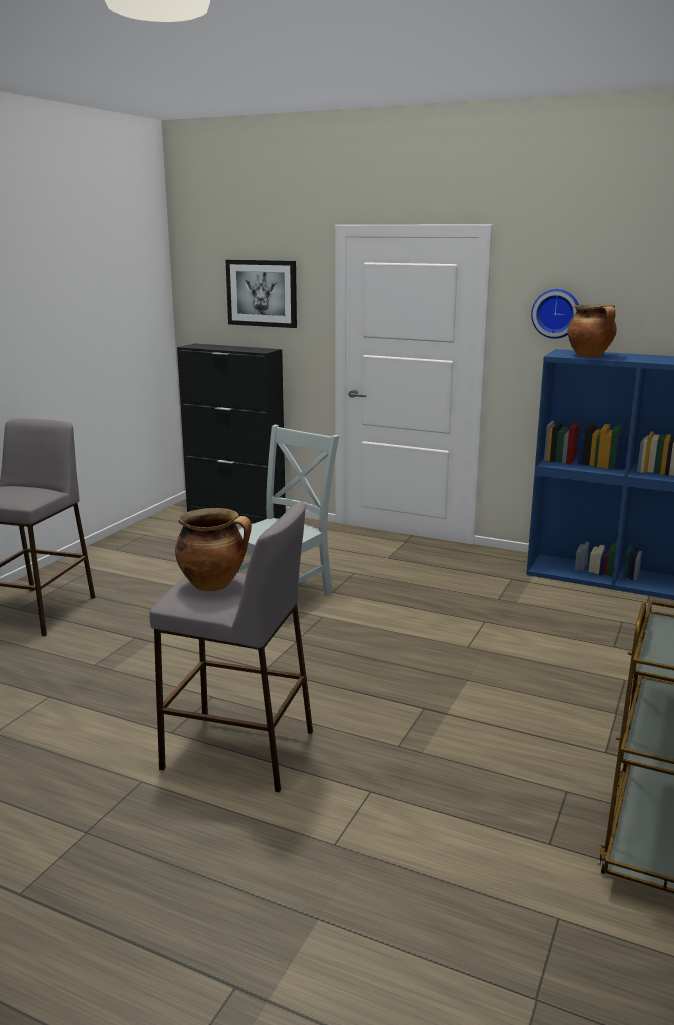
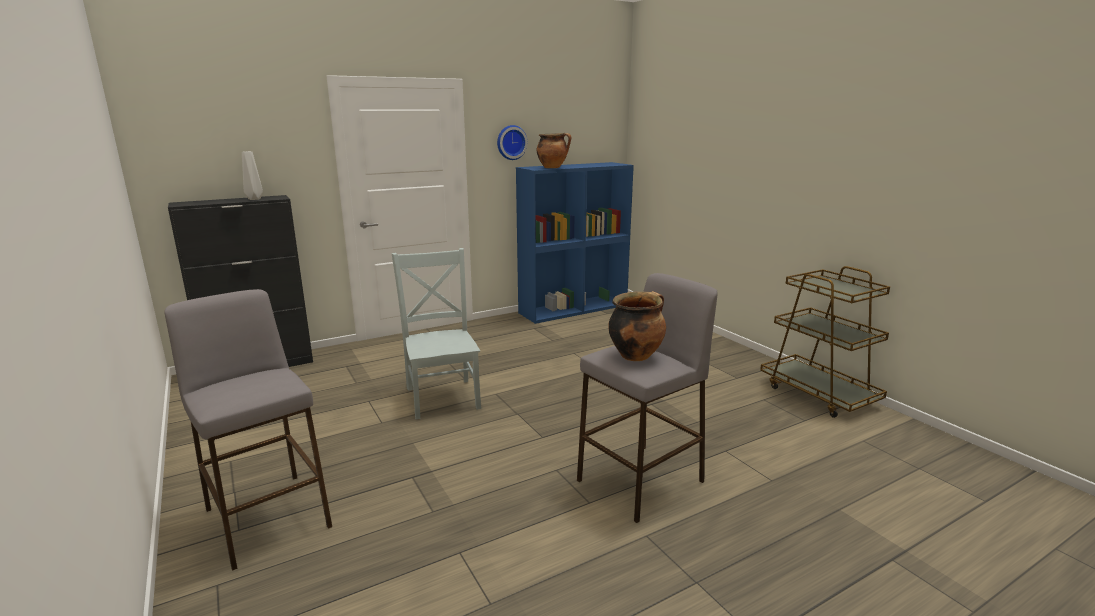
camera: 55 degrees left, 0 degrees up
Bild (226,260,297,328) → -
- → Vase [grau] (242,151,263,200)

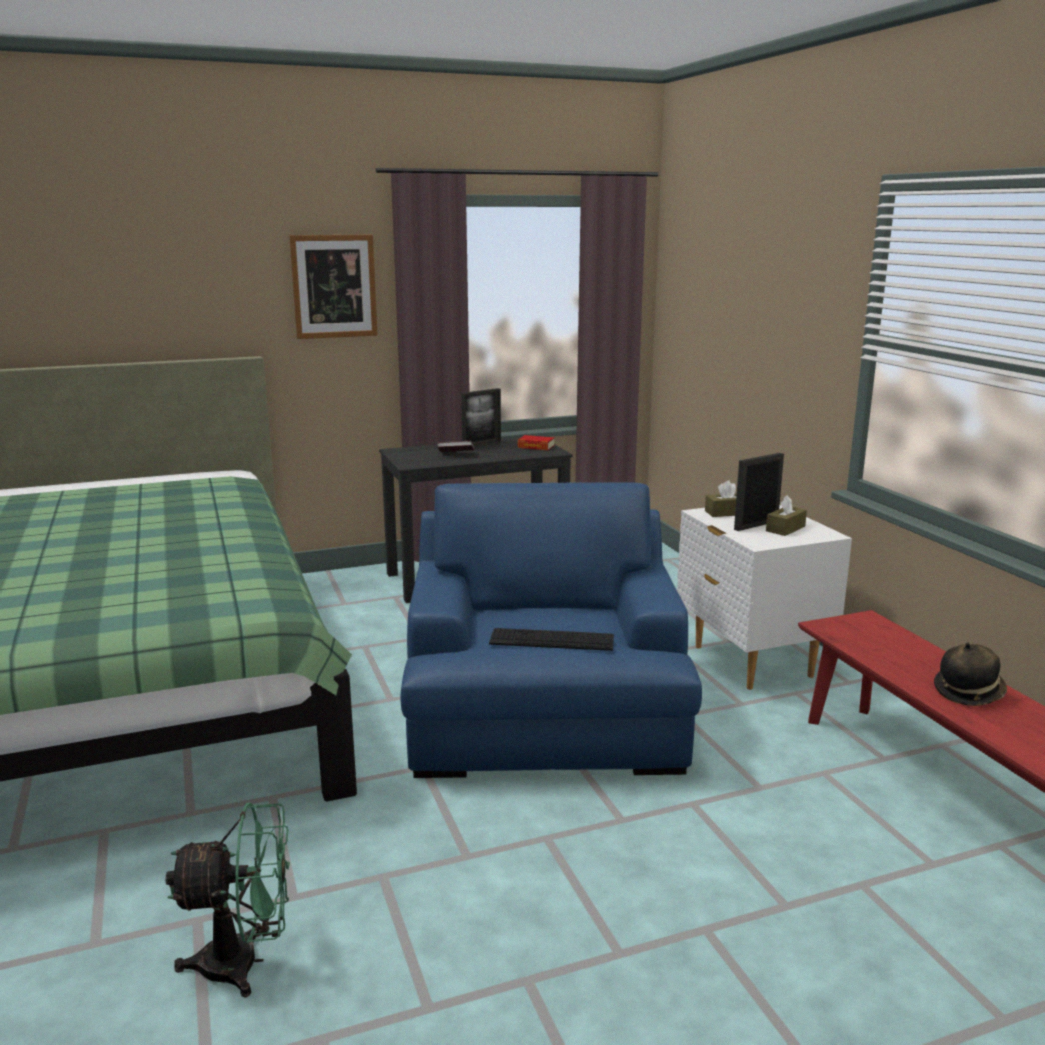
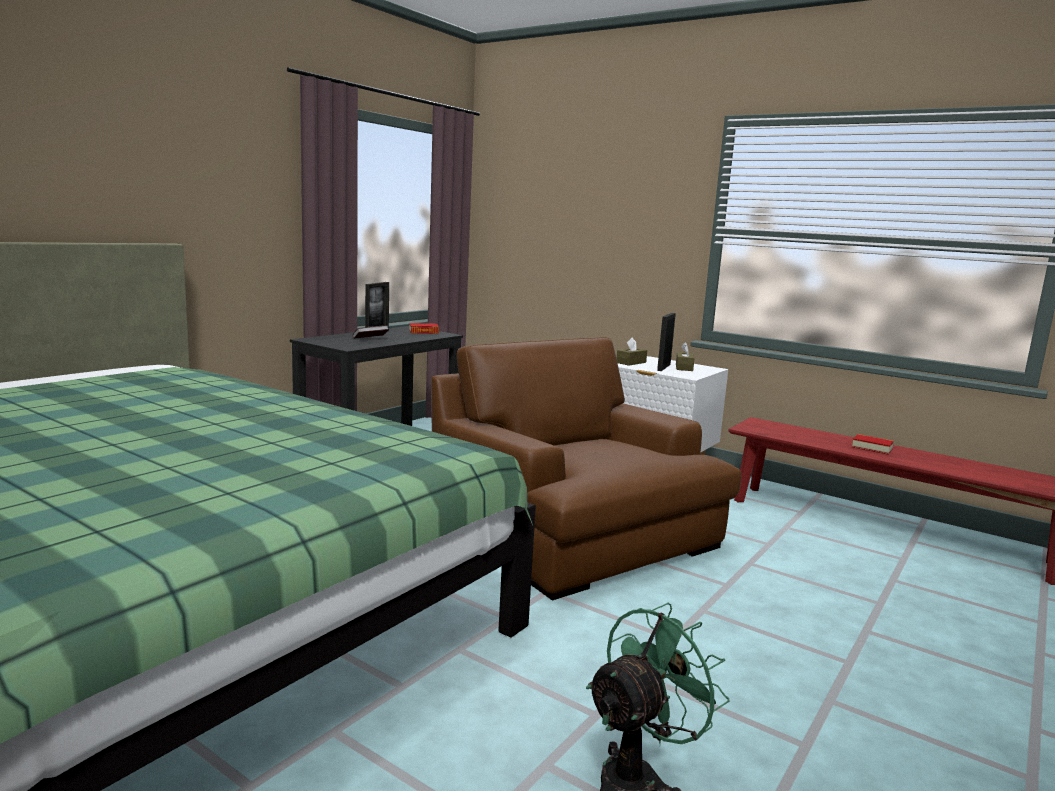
camera: 35 degrees left, 5 degrees down
Bild (289,235,378,339) → -
Sessel [blau] (401,483,702,778) → Sessel [braun] (431,337,741,601)
Tastatur (489,628,614,651) → -
Hut (934,642,1007,706) → Buch (852,434,894,455)

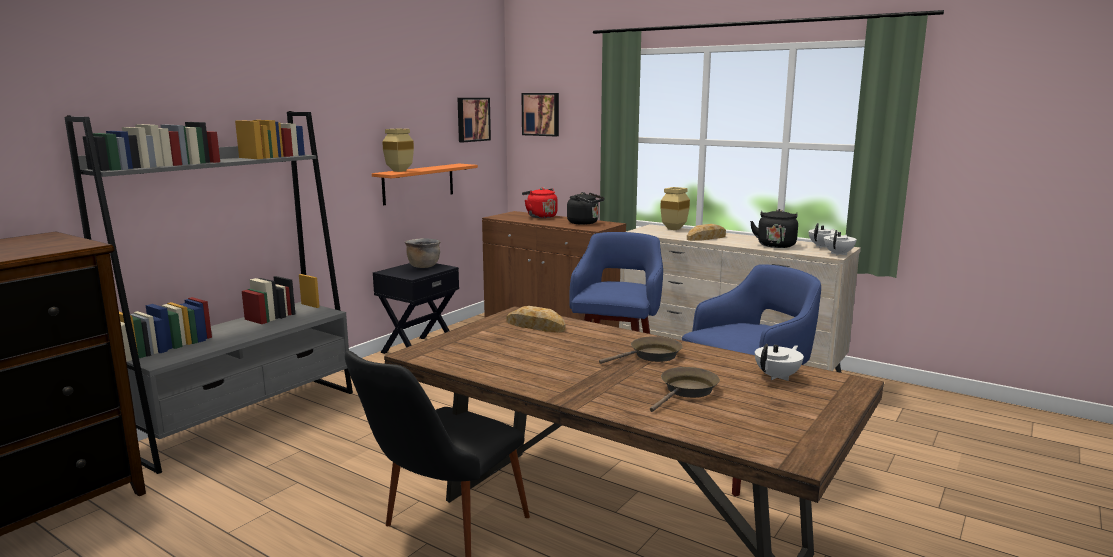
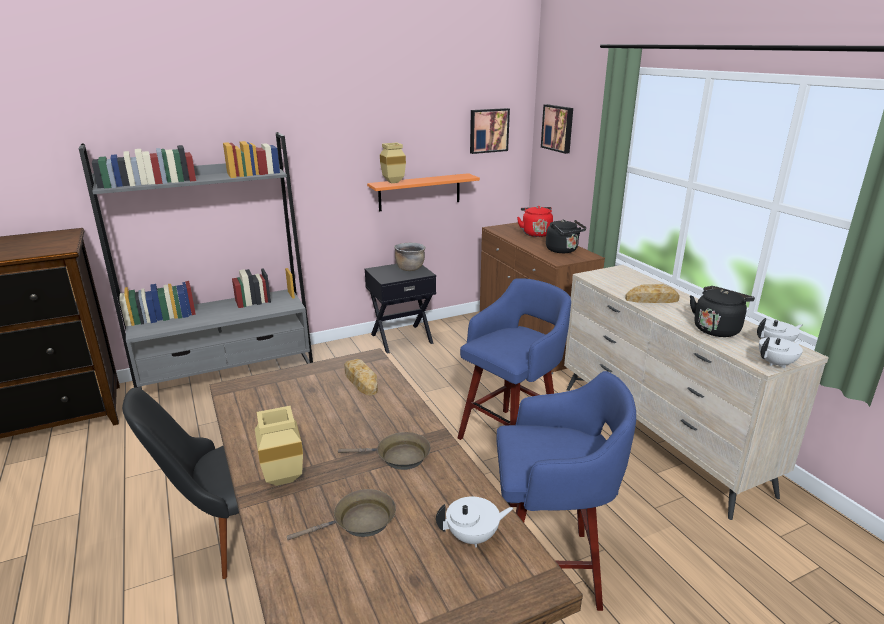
camera: 30 degrees right, 10 degrees up
Vase [beige] (660,187,690,230) → Vase [beige] (255,406,303,486), shifted

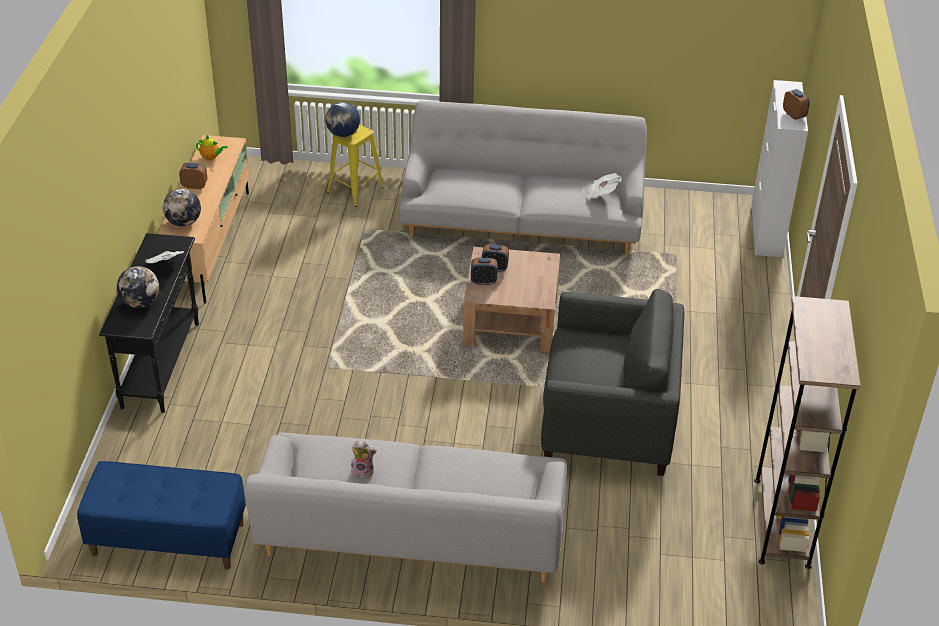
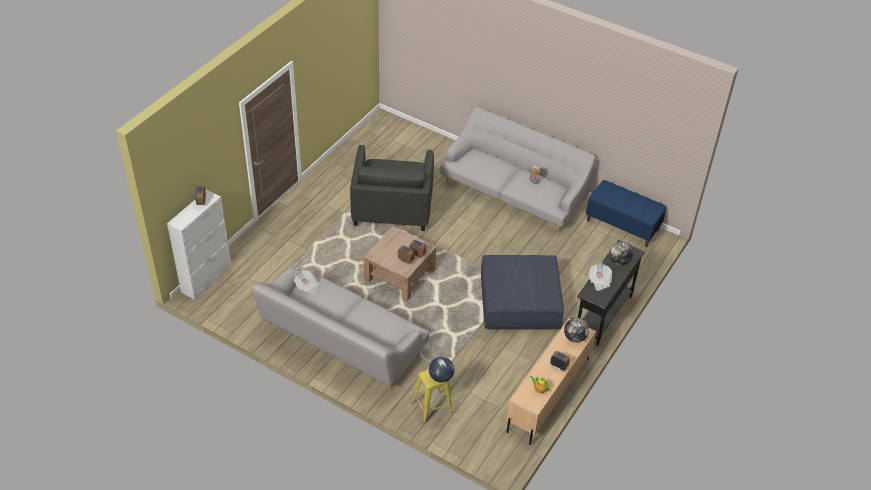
camera: 155 degrees left, 5 degrees up
Sessel [grau] (541,289,684,476) → Sessel [grau] (350,145,434,231), 120 degrees counterclockwise
Bücherregal [braun] (754,296,861,569) → -
- → Polsterhocker [blau] (481,255,564,329)

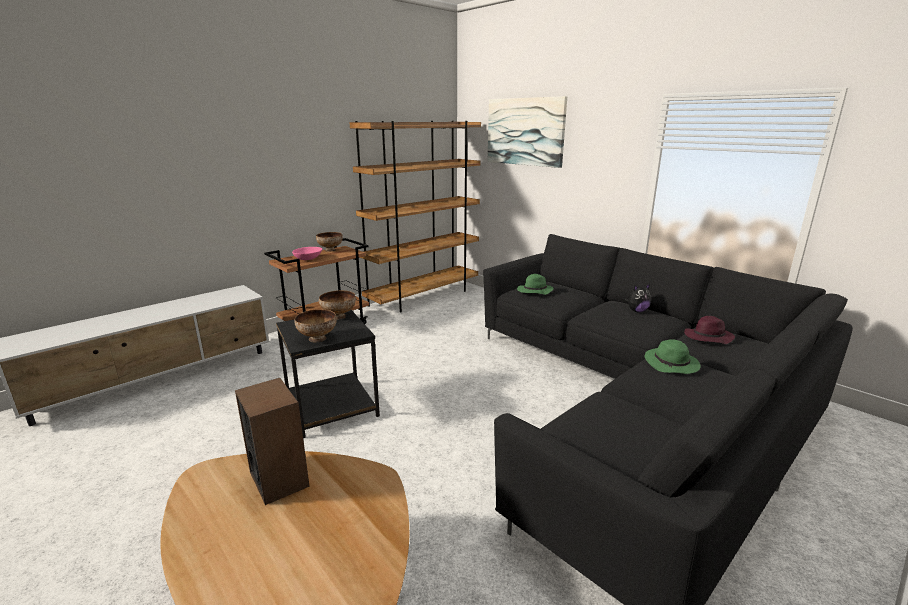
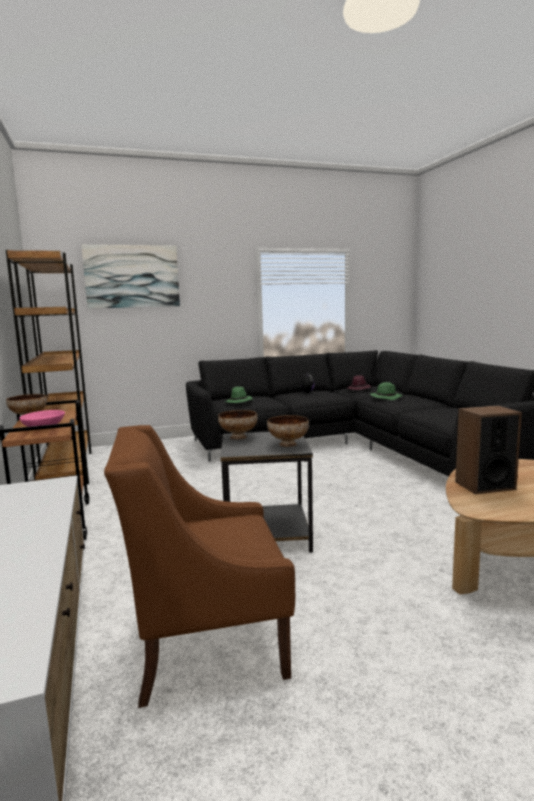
camera: 65 degrees left, 10 degrees down
- → Sessel [braun] (104,425,295,708)

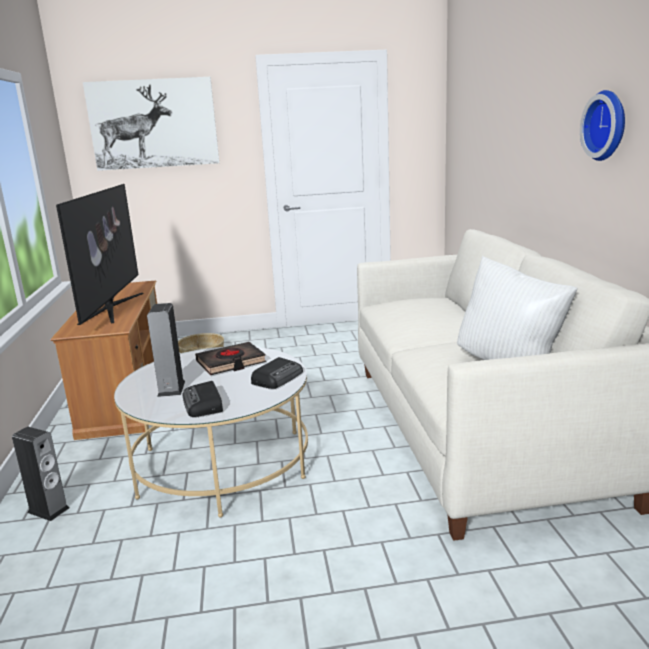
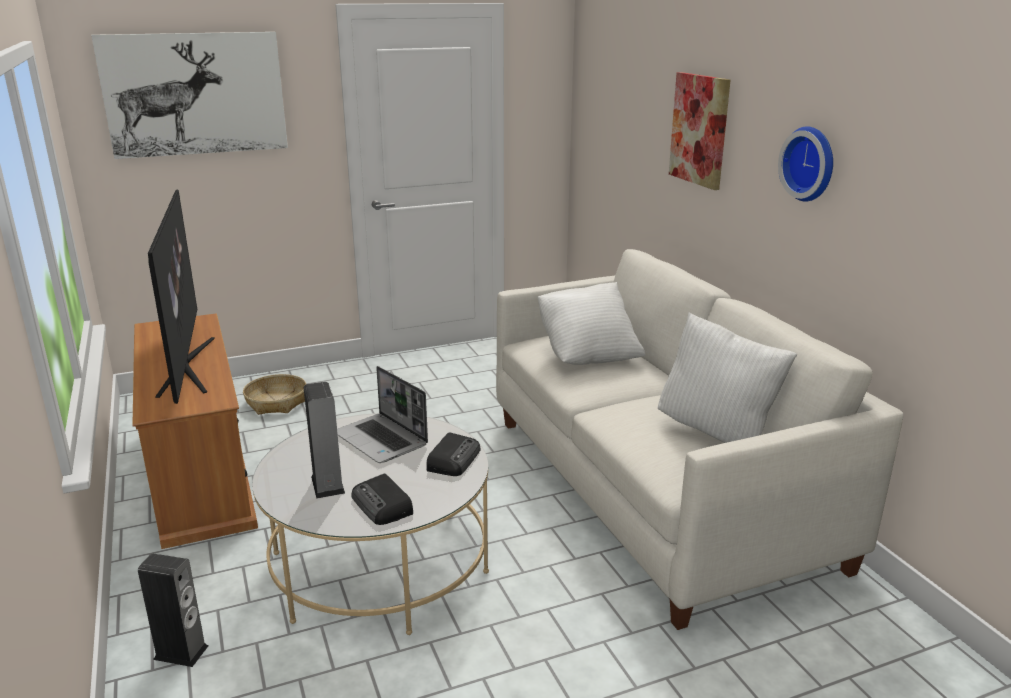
camera: 15 degrees left, 5 degrees up
Buch [schwarz] (195,342,266,375) → Laptop (337,366,428,463)
- → Bild (669,72,731,190)
- → Kissen [weiß] (537,282,645,365)

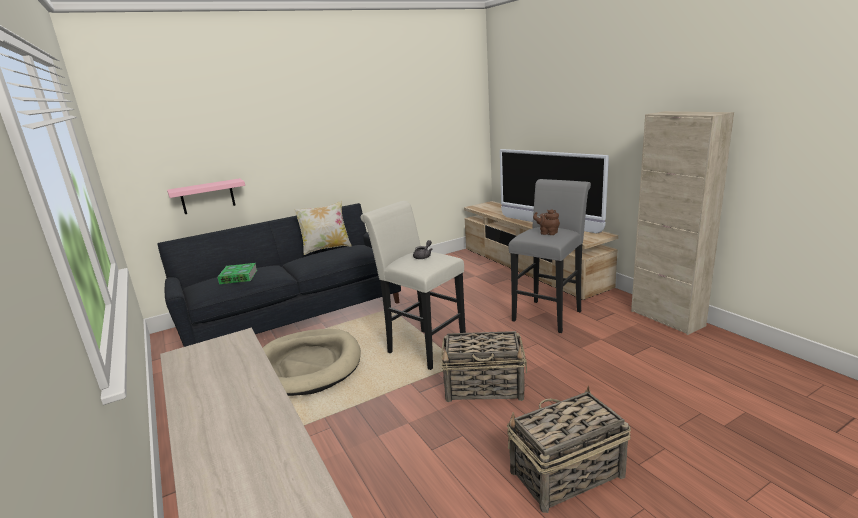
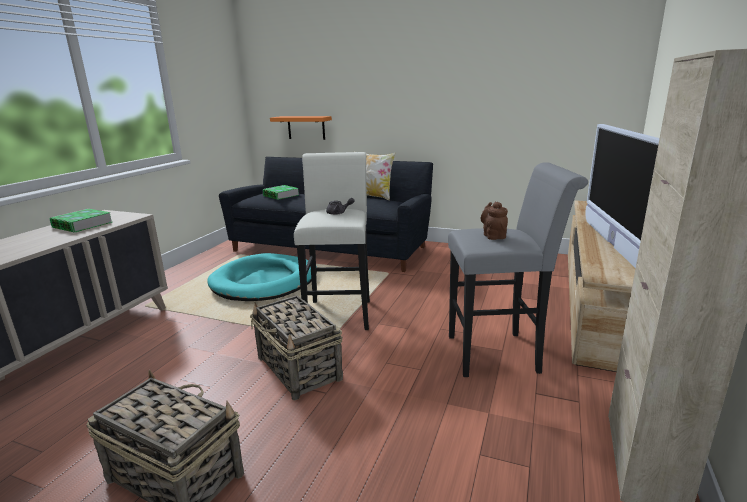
camera: 50 degrees right, 0 degrees up
Wandregal [rosa] (167,178,245,214) → Wandregal [orange] (270,116,332,140)
Hundebett [beige] (263,329,361,396) → Hundebett [türkis] (207,253,317,301)
- → Buch (49,209,112,233)

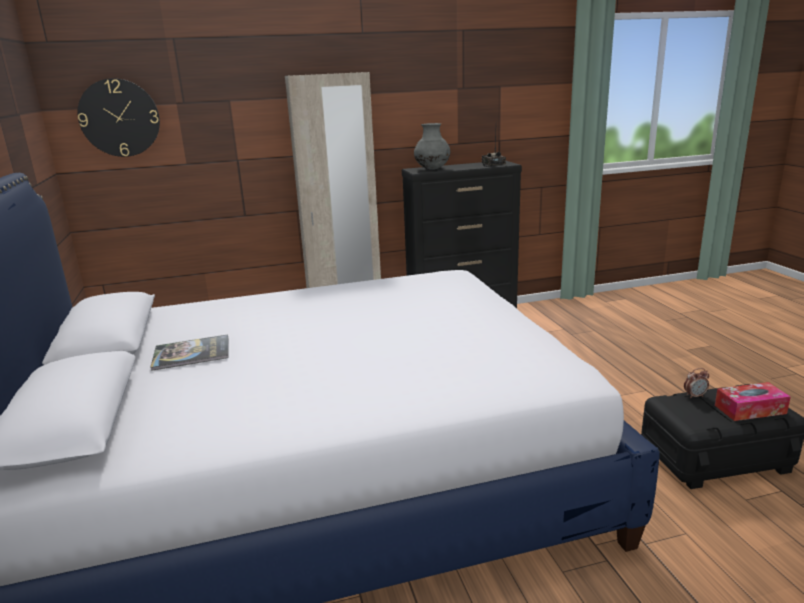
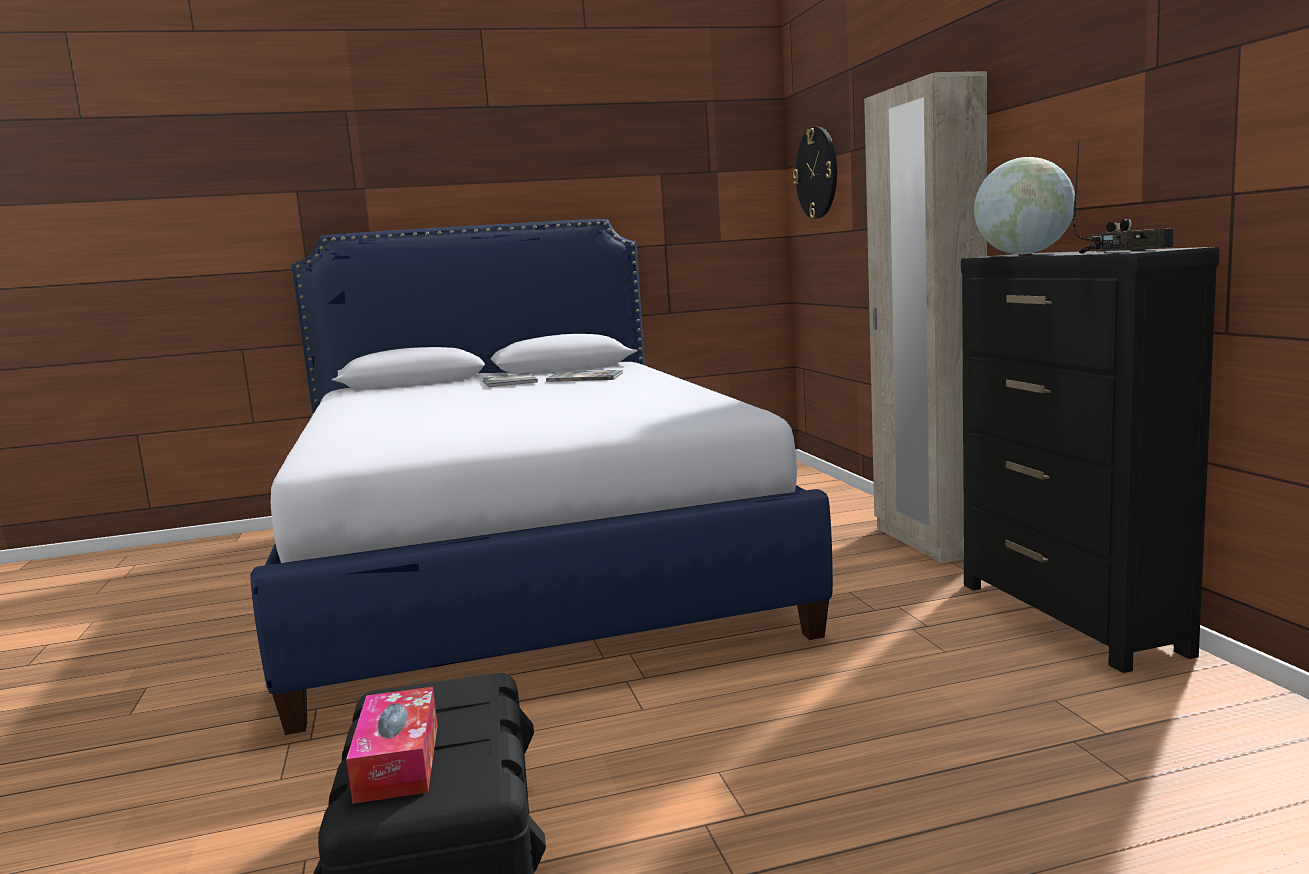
camera: 90 degrees right, 10 degrees down
Vase [grau] (414,123,450,170) → Globus (974,157,1075,254)
Wecker (684,368,709,399) → -
- → Buch (546,370,623,382)

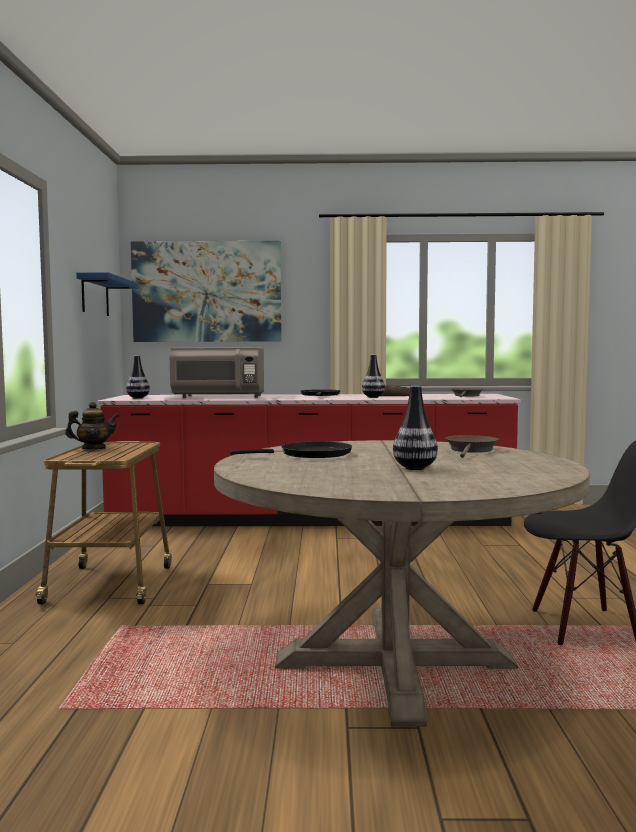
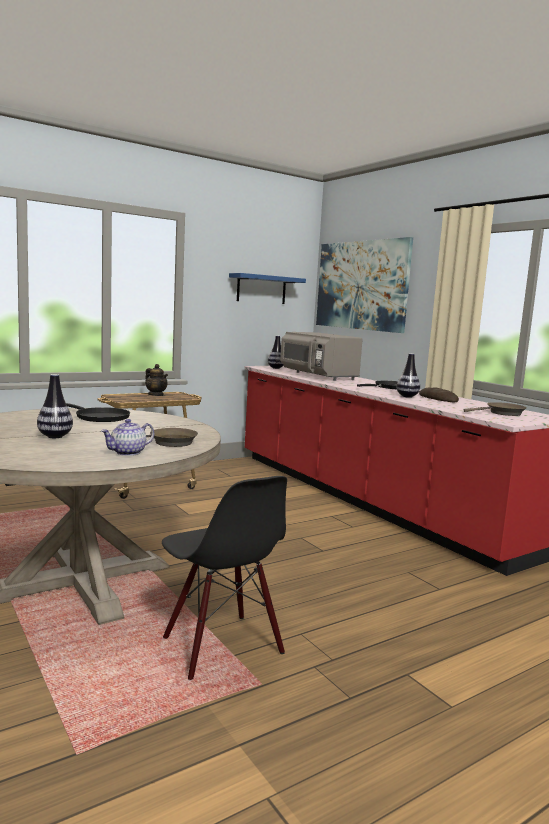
camera: 55 degrees right, 5 degrees up
- → Teekanne (101,419,154,456)

